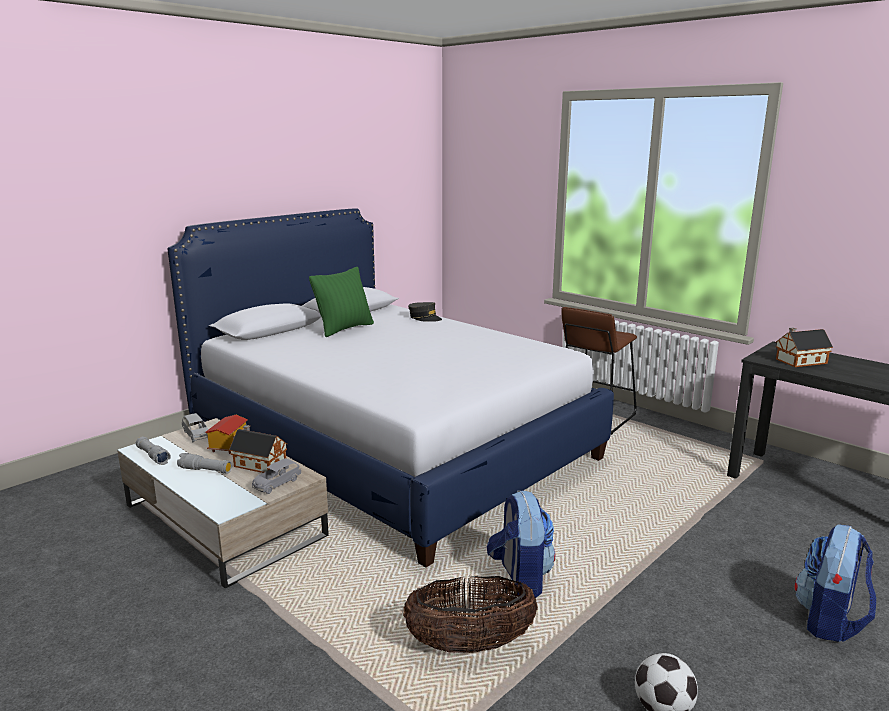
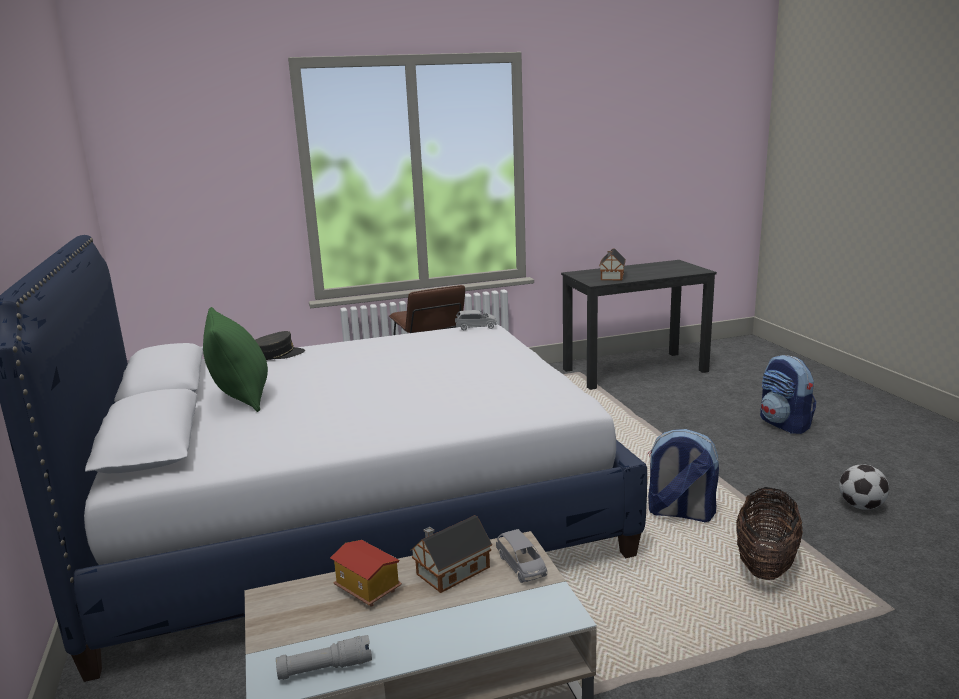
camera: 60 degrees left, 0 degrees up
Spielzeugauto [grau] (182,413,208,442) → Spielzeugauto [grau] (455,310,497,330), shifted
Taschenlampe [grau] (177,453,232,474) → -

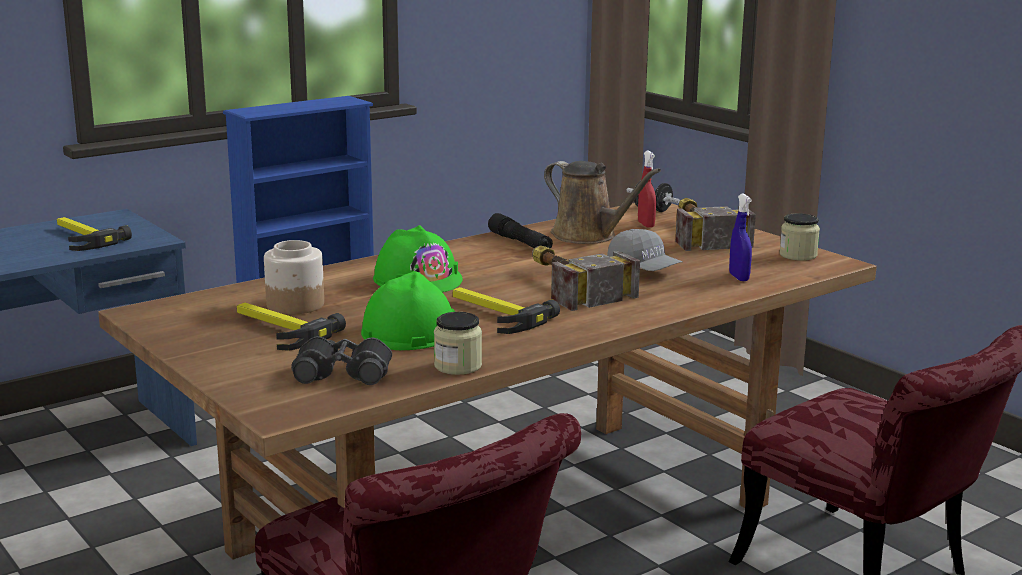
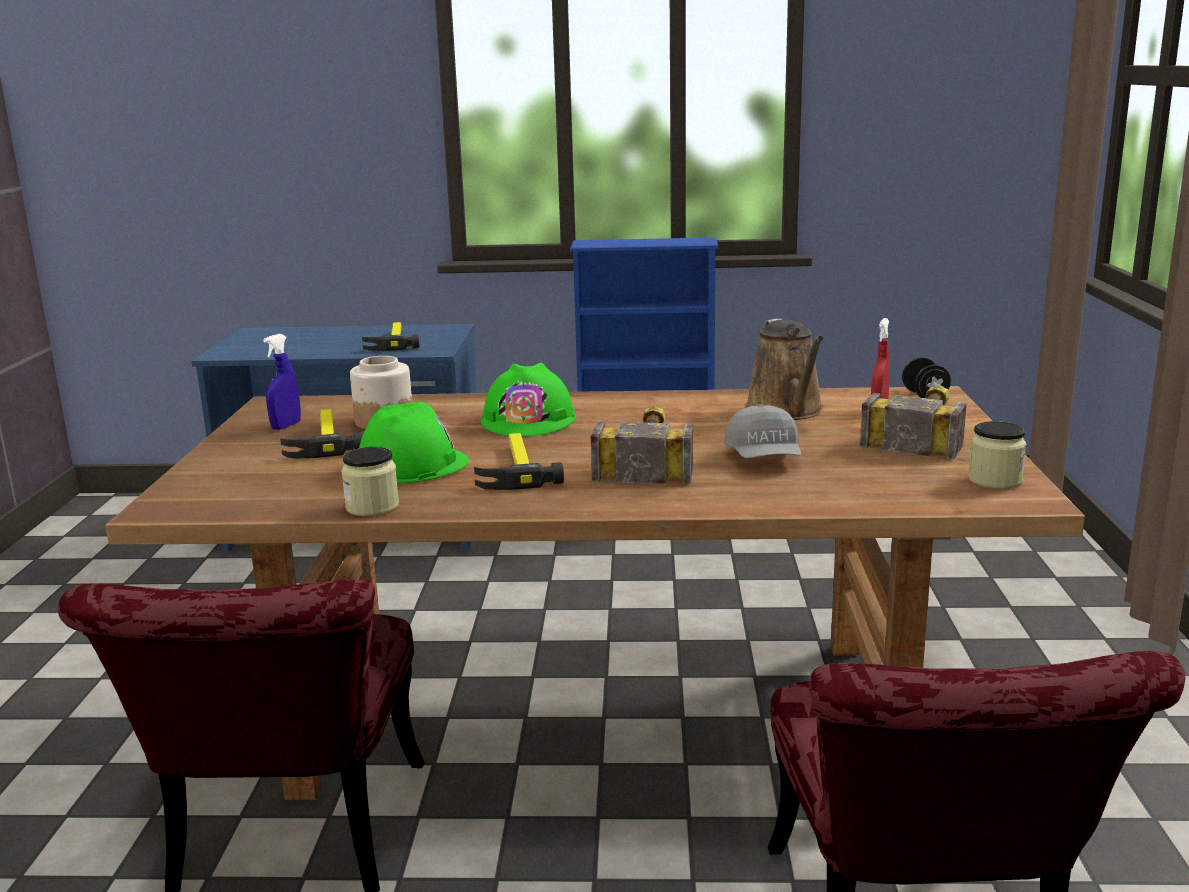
camera: 40 degrees right, 0 degrees up
Sprühflasche [blau] (729,194,752,281) → Sprühflasche [blau] (263,334,301,430), shifted
Taschenlampe [schwarz] (488,213,553,249) → -
Fernglas [schwarz] (291,336,392,385) → -

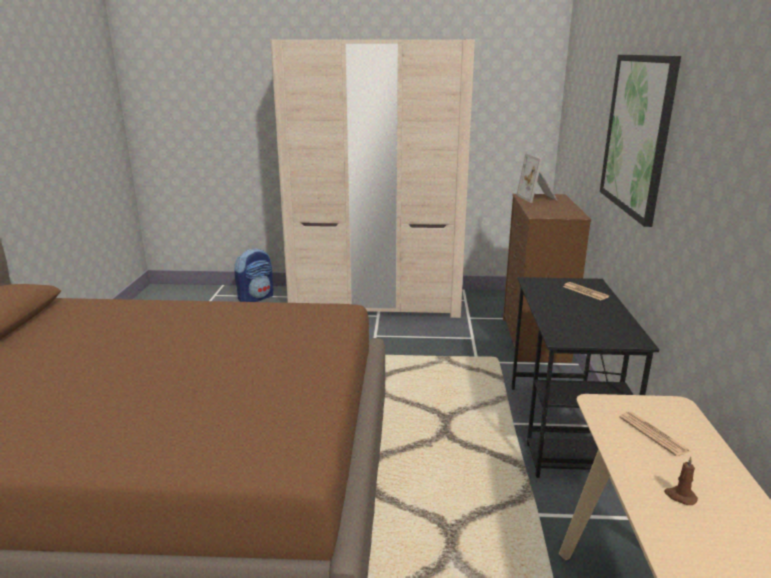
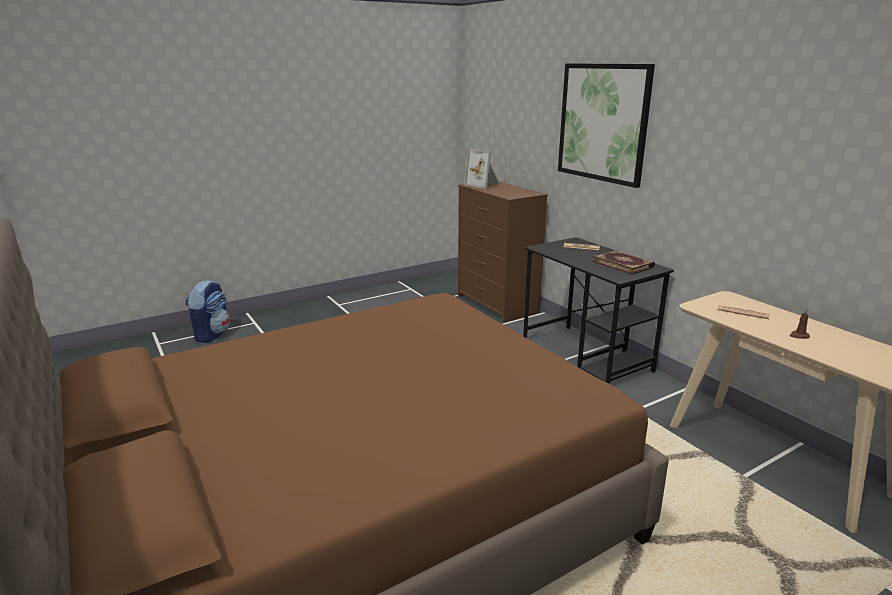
camera: 35 degrees left, 0 degrees up
Kleiderschrank [beige] (270,40,475,318) → -
- → Buch (593,250,655,275)

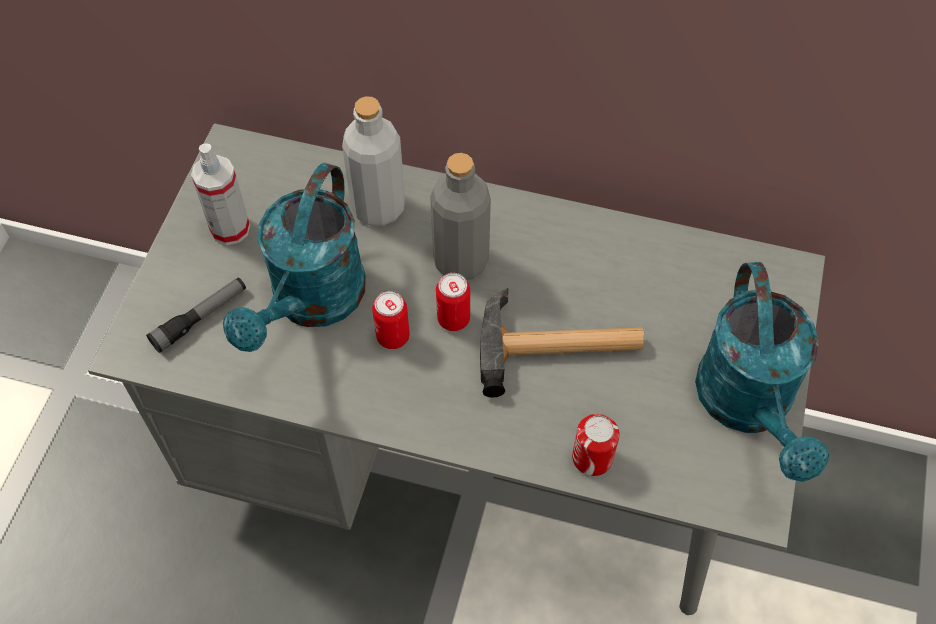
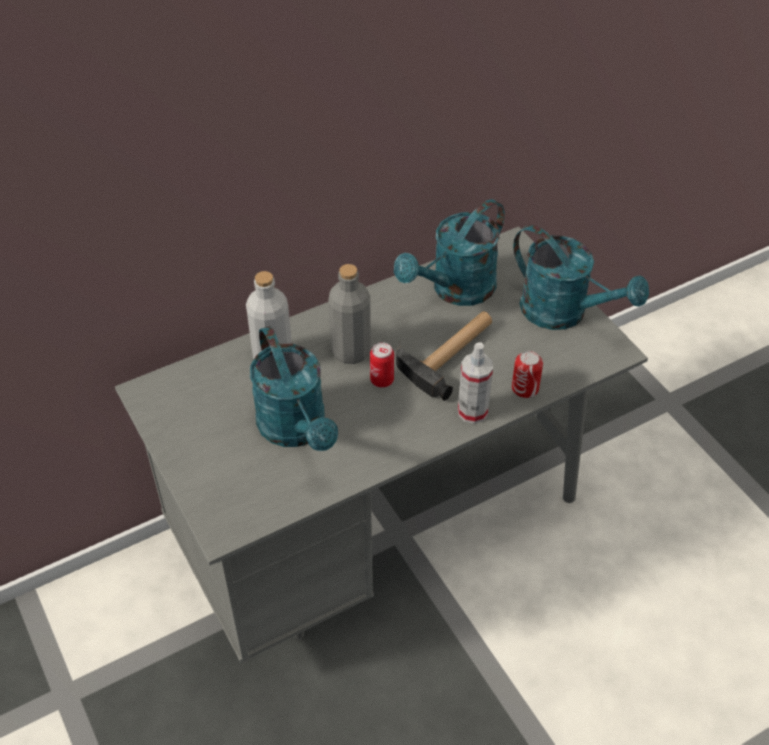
camera: 45 degrees left, 10 degrees down
Sprühflasche (191,143,250,245) → Sprühflasche (458,342,493,424), shifted
Taschenlampe (146,278,246,353) → -
Dose (372,291,410,349) → -
- → Gießkanne [türkis] (394,199,505,306)

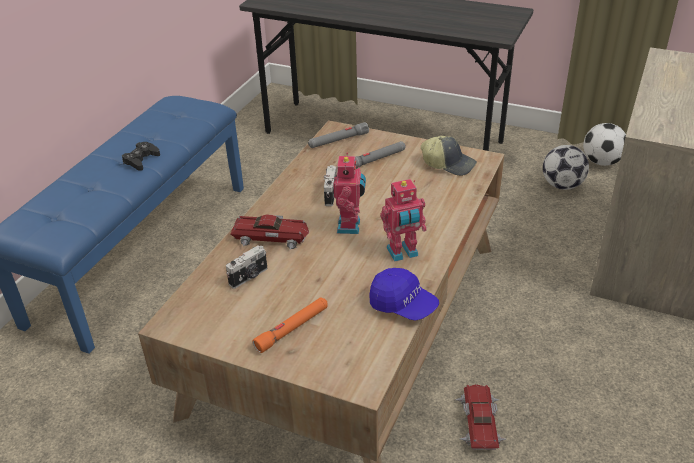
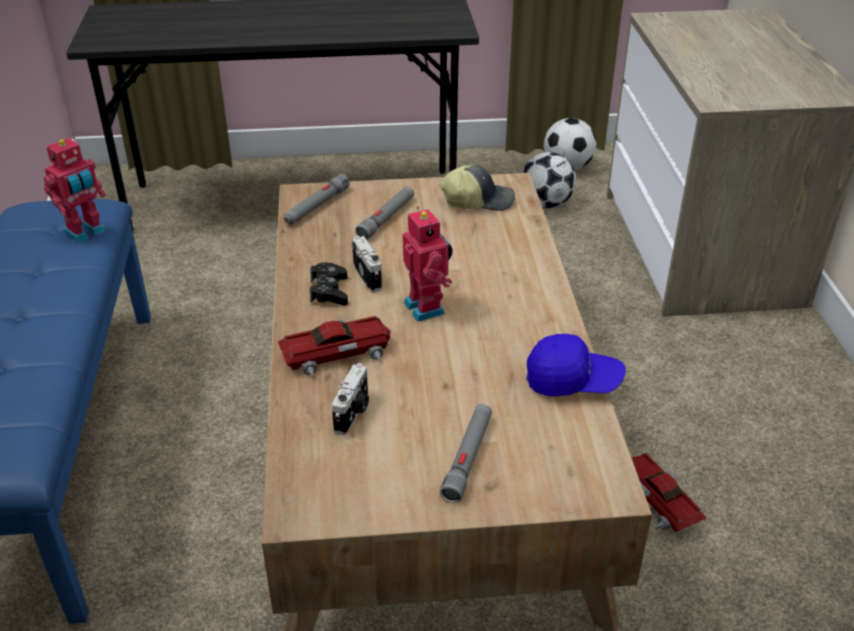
camera: 30 degrees left, 0 degrees up
Gamepad [schwarz] (122,142,160,171) → Gamepad [schwarz] (310,262,348,305), shifted
Spielzeugroboter (381,179,427,262) → Spielzeugroboter (44,137,106,243), shifted
Taschenlampe [orange] (253,297,328,353) → Taschenlampe [grau] (440,404,492,503)

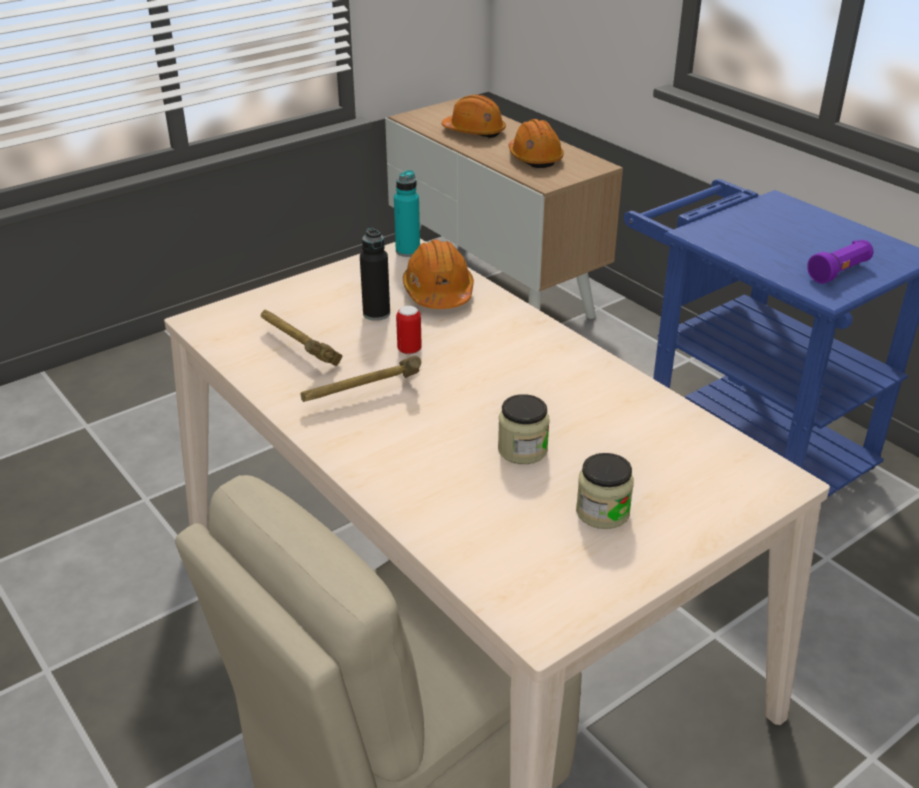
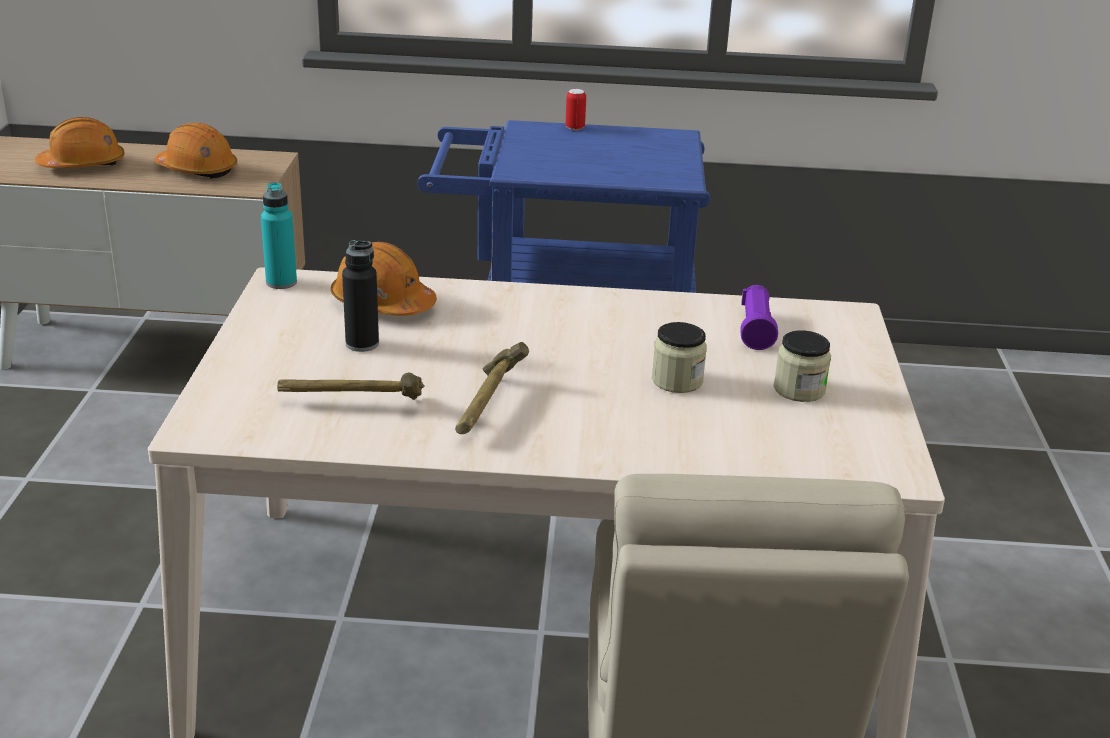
camera: 50 degrees left, 5 degrees down
Taschenlampe [lila] (807,240,873,284) → Taschenlampe [lila] (741,285,778,350), shifted
Dose (396,306,422,355) → Dose (565,89,586,130), shifted

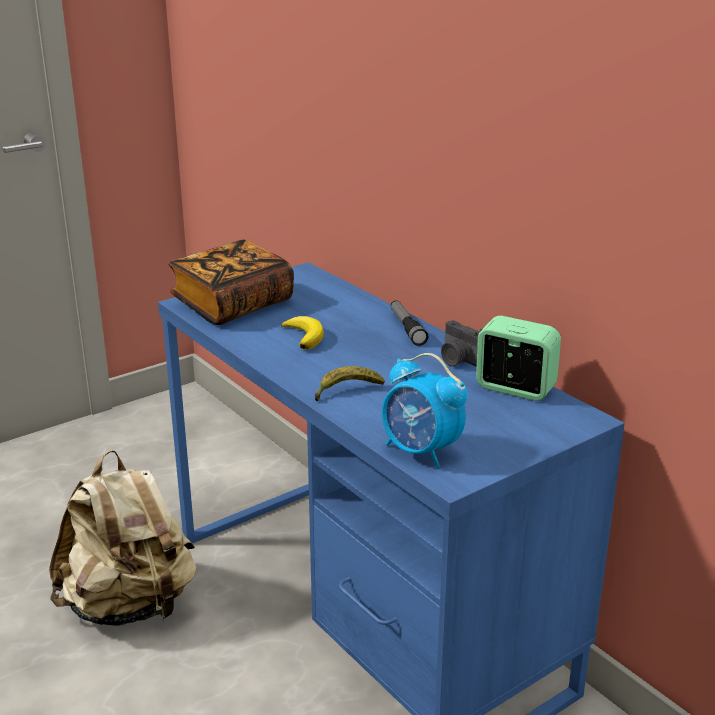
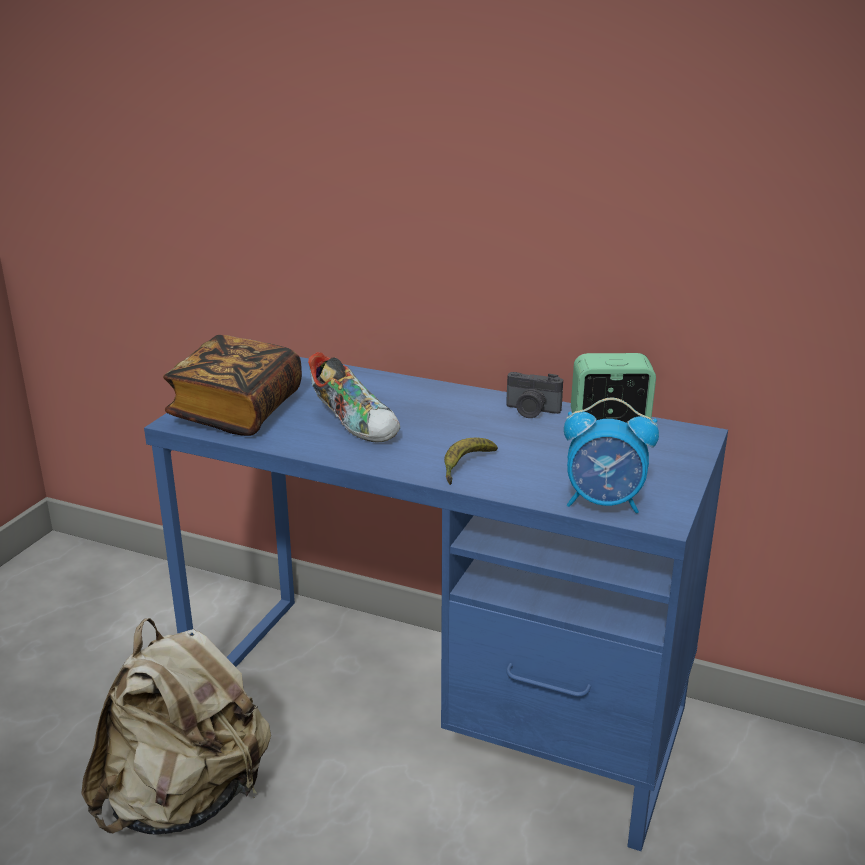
camera: 30 degrees left, 0 degrees up
Taschenlampe (391,300,428,346) → -
Banane (281,316,324,350) → Schuh (308,352,400,442)

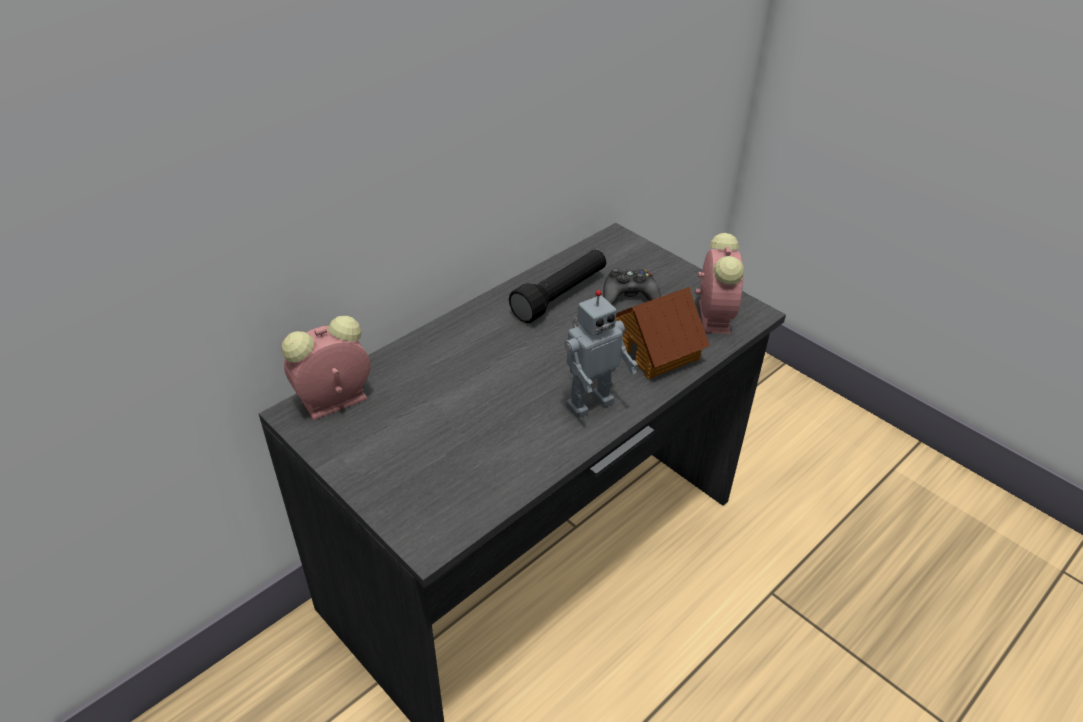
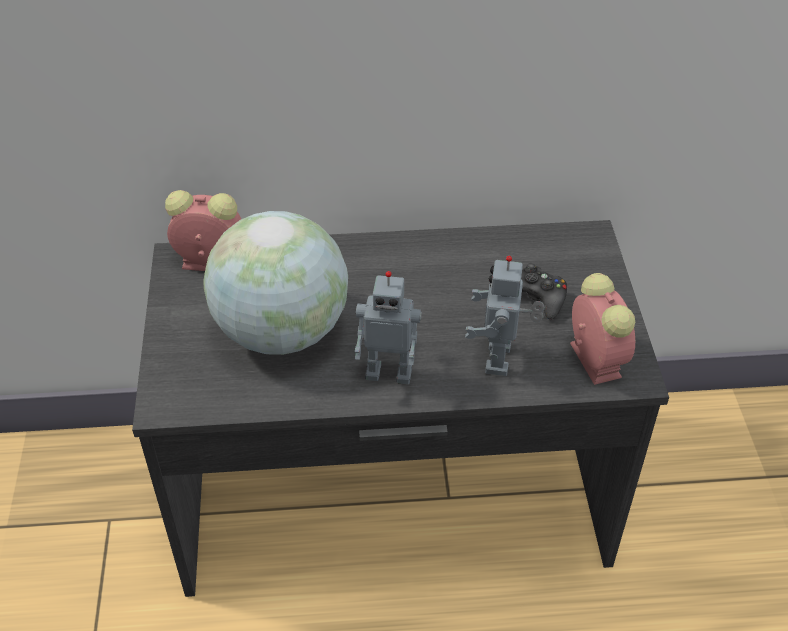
camera: 40 degrees right, 5 degrees up
Wecker (695,233,744,334) → Wecker (570,273,635,385), 60 degrees counterclockwise
Taschenlampe [schwarz] (509,249,606,323) → -
Spielzeughaus (616,287,710,379) → Spielzeugroboter (465,256,545,376)
- → Globus (203,211,348,355)

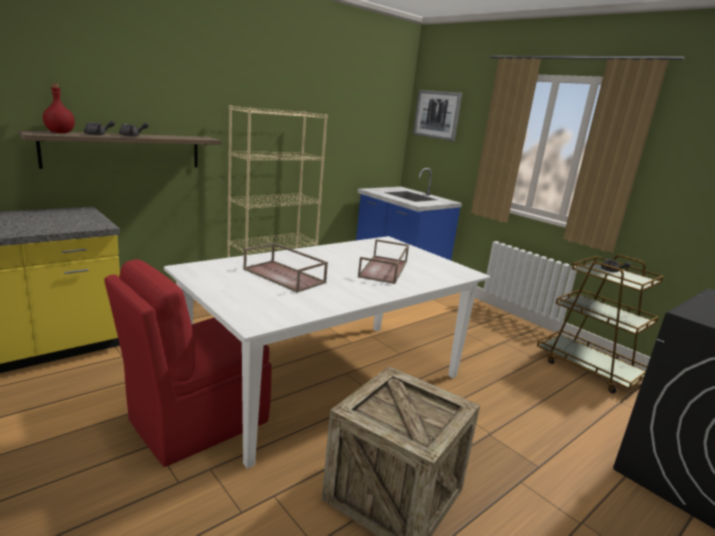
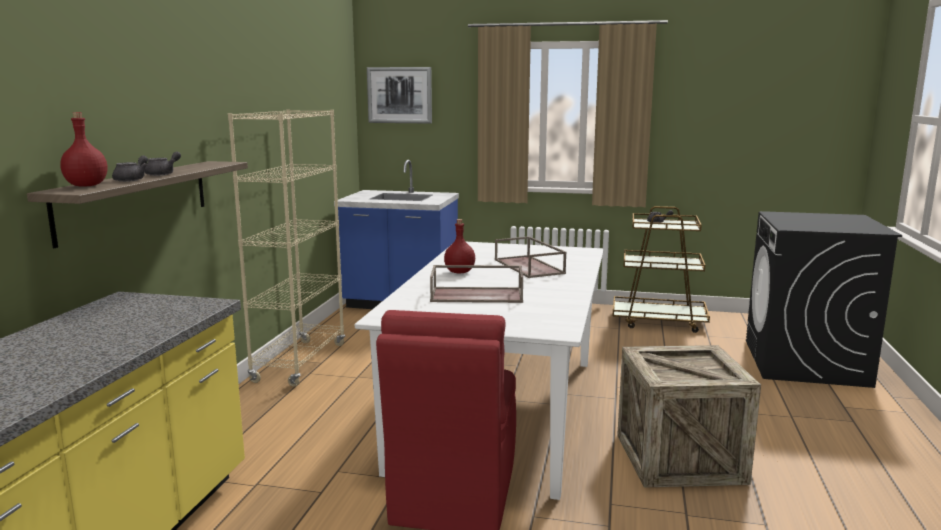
camera: 35 degrees left, 5 degrees down
- → Flasche [rot] (444,219,475,274)

